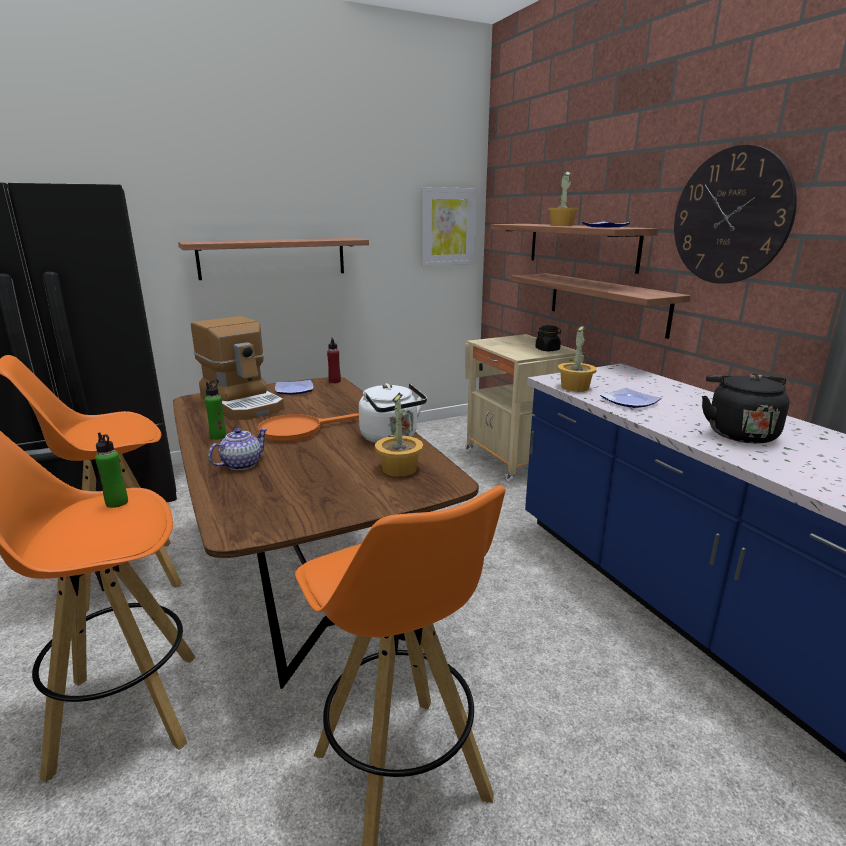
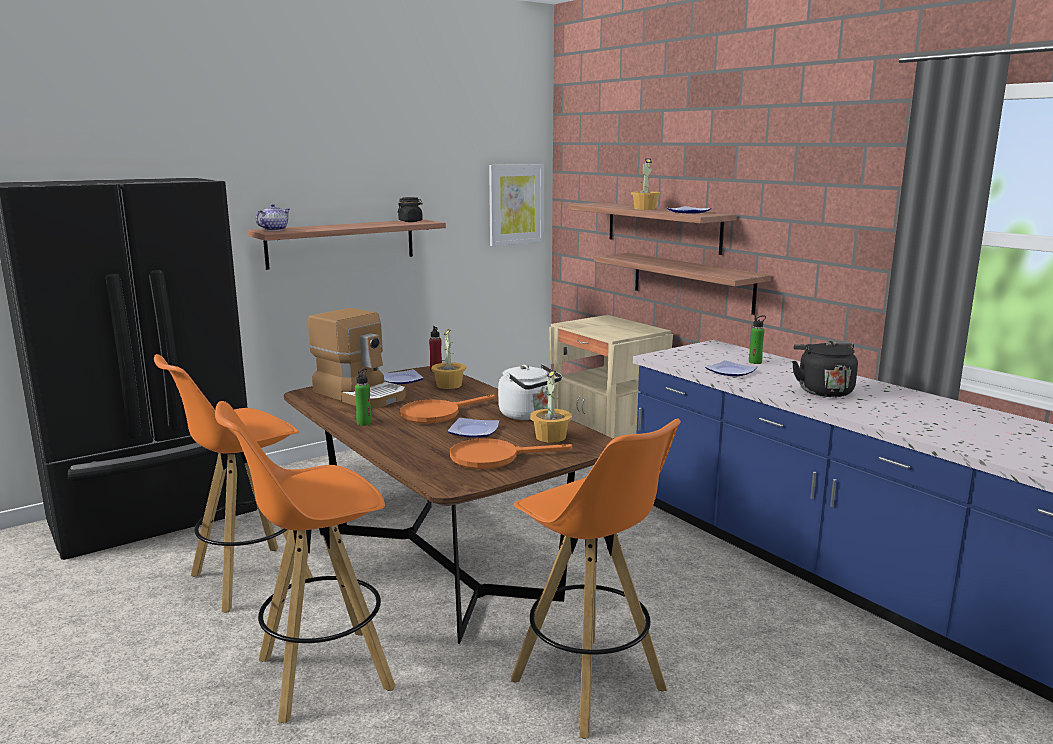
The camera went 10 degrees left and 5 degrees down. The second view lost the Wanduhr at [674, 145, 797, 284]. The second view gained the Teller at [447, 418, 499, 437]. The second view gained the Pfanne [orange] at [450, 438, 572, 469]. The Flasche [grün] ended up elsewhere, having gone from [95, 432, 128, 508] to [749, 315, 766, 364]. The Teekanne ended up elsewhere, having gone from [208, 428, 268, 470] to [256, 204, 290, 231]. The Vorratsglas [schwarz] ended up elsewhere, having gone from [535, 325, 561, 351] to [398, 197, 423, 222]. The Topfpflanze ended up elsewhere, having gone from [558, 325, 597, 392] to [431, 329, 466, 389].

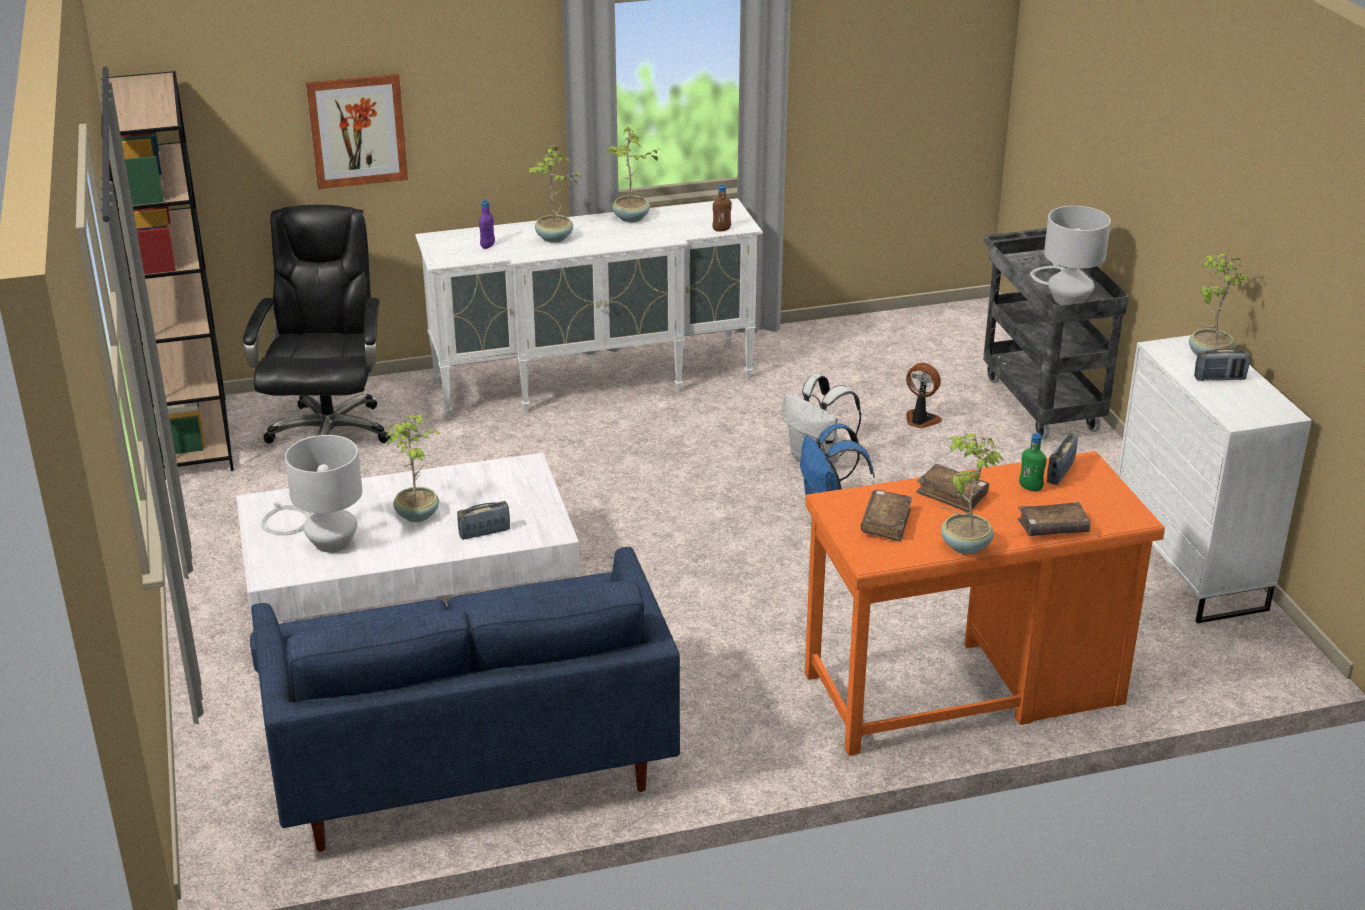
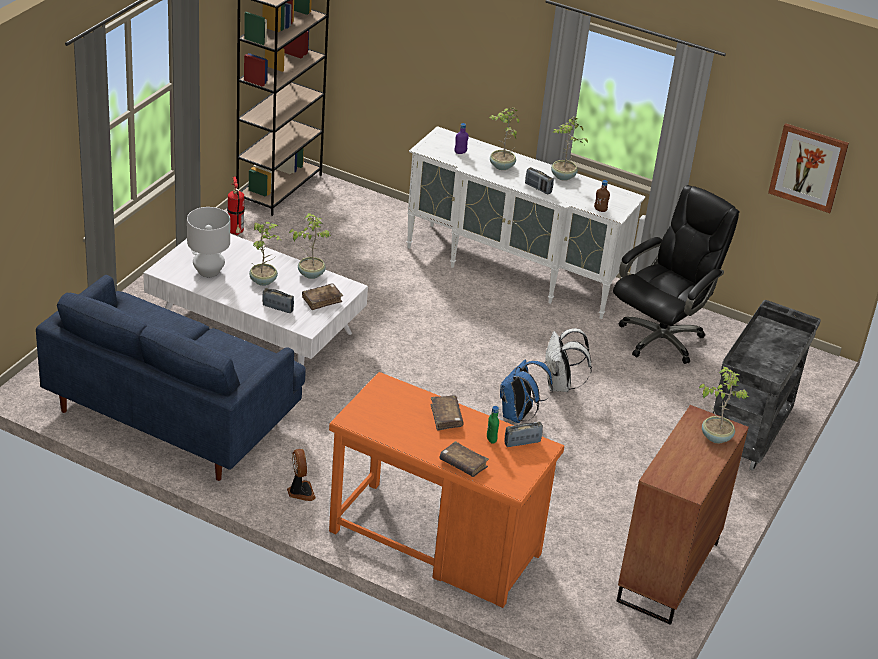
The camera went 40 degrees right and 5 degrees up. The second view lost the Tischlampe [grau] at [1030, 206, 1111, 305]. The second view gained the Feuerlöscher at [227, 176, 245, 235]. The Bürostuhl [schwarz] ended up elsewhere, having gone from [243, 205, 390, 443] to [613, 185, 740, 364]. The Bild ended up elsewhere, having gone from [306, 74, 408, 189] to [768, 123, 849, 213]. The Buch [braun] ended up elsewhere, having gone from [861, 490, 912, 542] to [302, 283, 343, 310]. The Ventilator ended up elsewhere, having gone from [906, 363, 942, 428] to [287, 449, 316, 501]. The Topfpflanze ended up elsewhere, having gone from [941, 434, 1003, 554] to [289, 213, 331, 279]. The Radio ended up elsewhere, having gone from [1194, 348, 1251, 381] to [525, 167, 554, 195]. What was the Kommode [weiß] at [1118, 335, 1312, 623] turned into the Kommode [braun] at [616, 405, 749, 625].

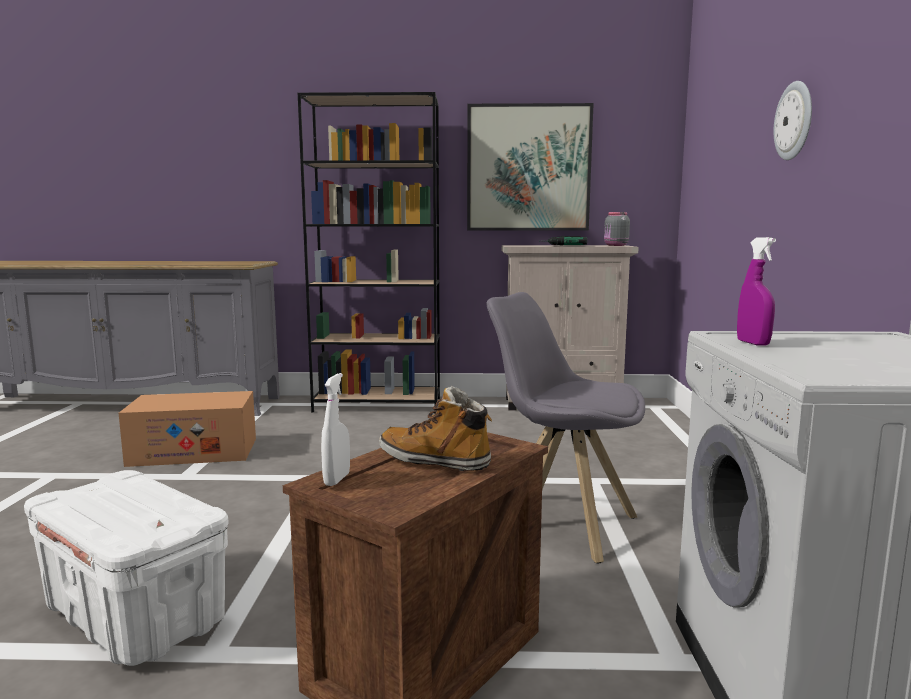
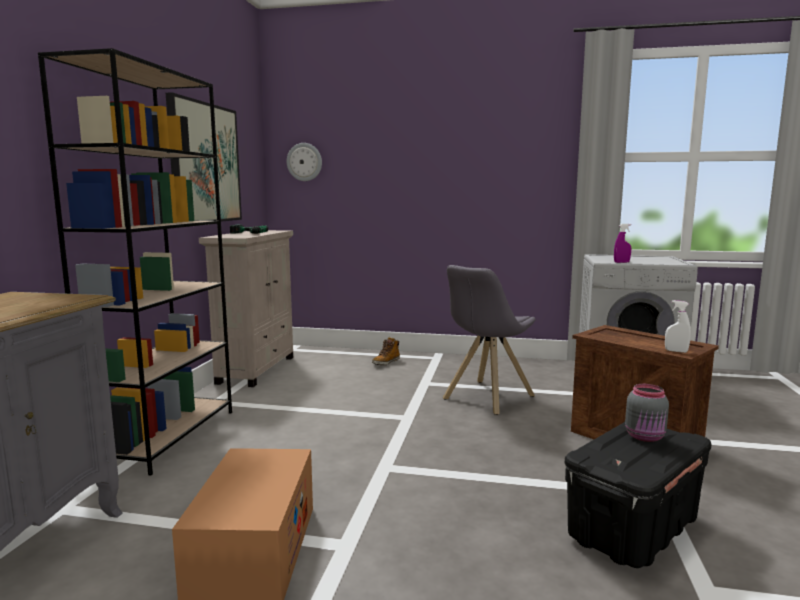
The camera went 80 degrees left and 0 degrees up. The Stiefel ended up elsewhere, having gone from [379, 386, 492, 471] to [372, 337, 400, 365]. The Vorratsglas [grau] ended up elsewhere, having gone from [604, 212, 630, 246] to [625, 384, 669, 442]. The Wanduhr ended up elsewhere, having gone from [774, 81, 812, 160] to [287, 143, 322, 181]. What was the Aufbewahrungsbox [weiß] at [24, 470, 228, 666] turned into the Aufbewahrungsbox [schwarz] at [565, 421, 711, 568].

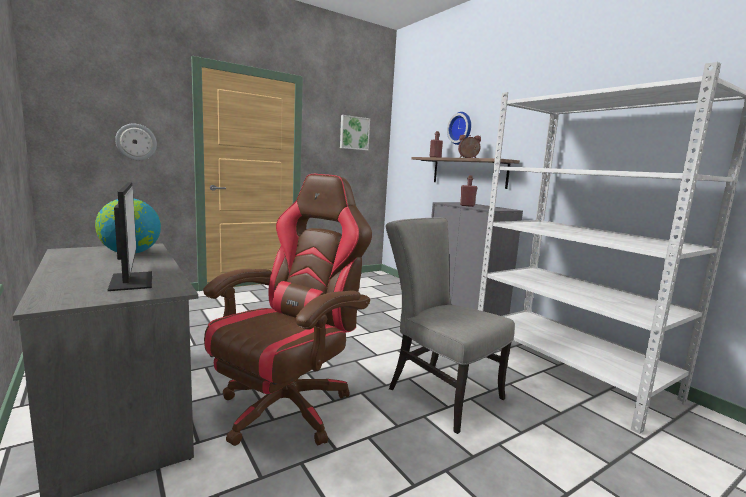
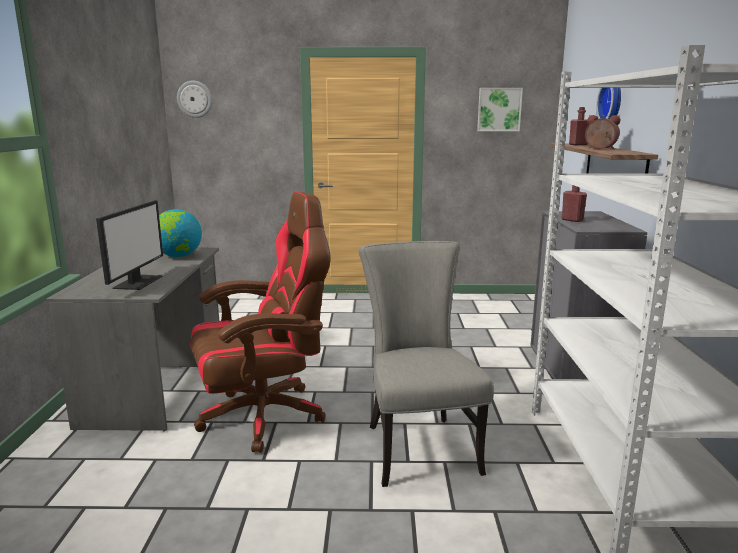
The camera went 35 degrees right and 5 degrees up. The Wanduhr ended up elsewhere, having gone from [115, 123, 157, 160] to [177, 81, 212, 118].

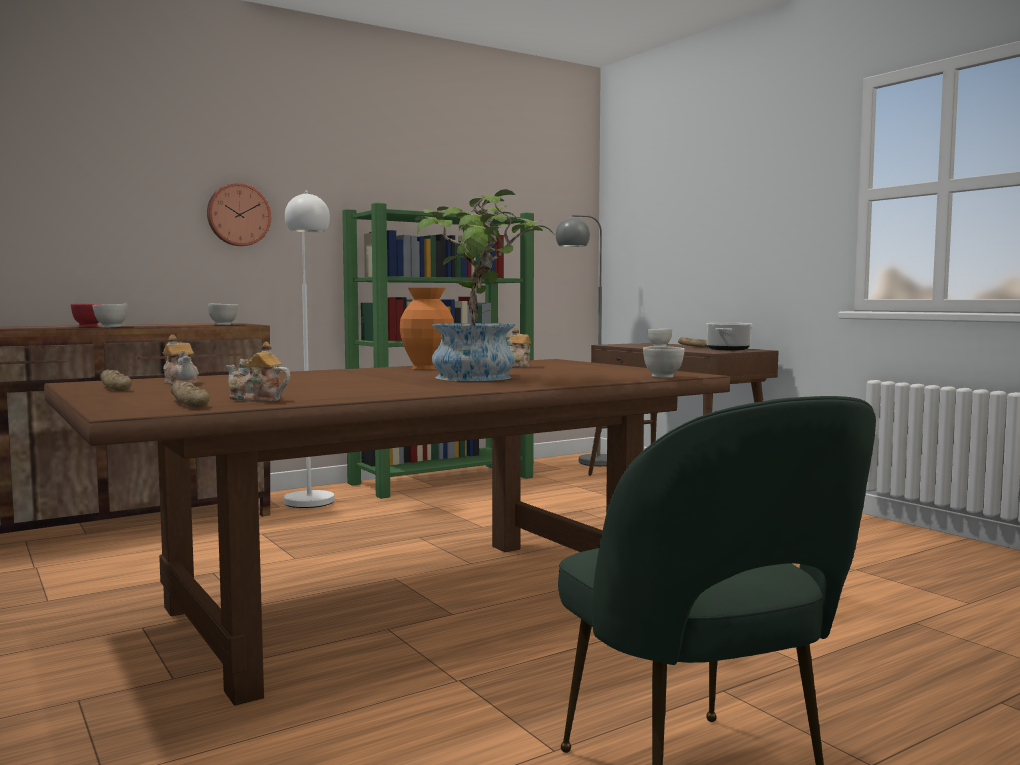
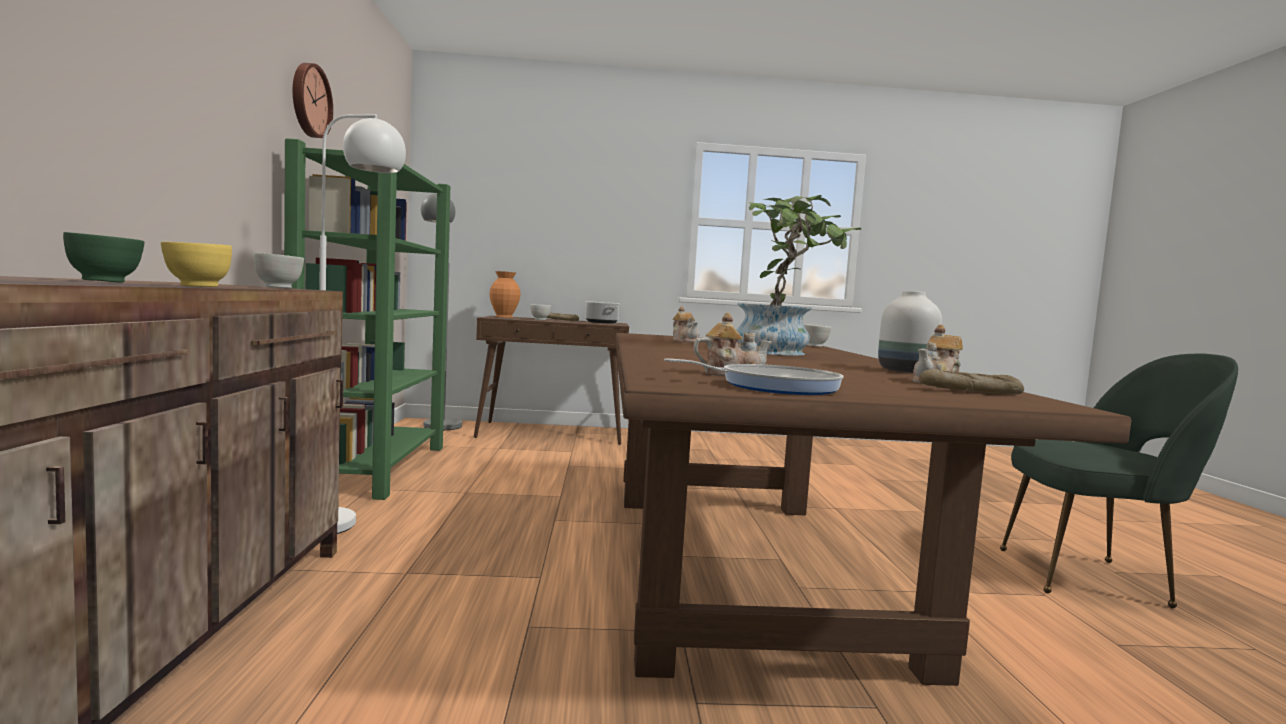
The camera went 60 degrees left and 0 degrees up. The second view gained the Vase [weiß] at [878, 291, 942, 373]. The Wanduhr ended up elsewhere, having gone from [207, 183, 271, 246] to [293, 63, 333, 138]. The Vase [orange] ended up elsewhere, having gone from [400, 288, 454, 370] to [489, 271, 520, 318]. Where the Brot stood at [100, 369, 132, 391], the Pfanne came to stand at [664, 359, 843, 395]. What was the Schüssel [rot] at [71, 304, 104, 327] turned into the Schüssel [grün] at [63, 232, 144, 283]. What was the Schüssel [weiß] at [92, 304, 127, 327] turned into the Schüssel [gelb] at [161, 242, 232, 287].

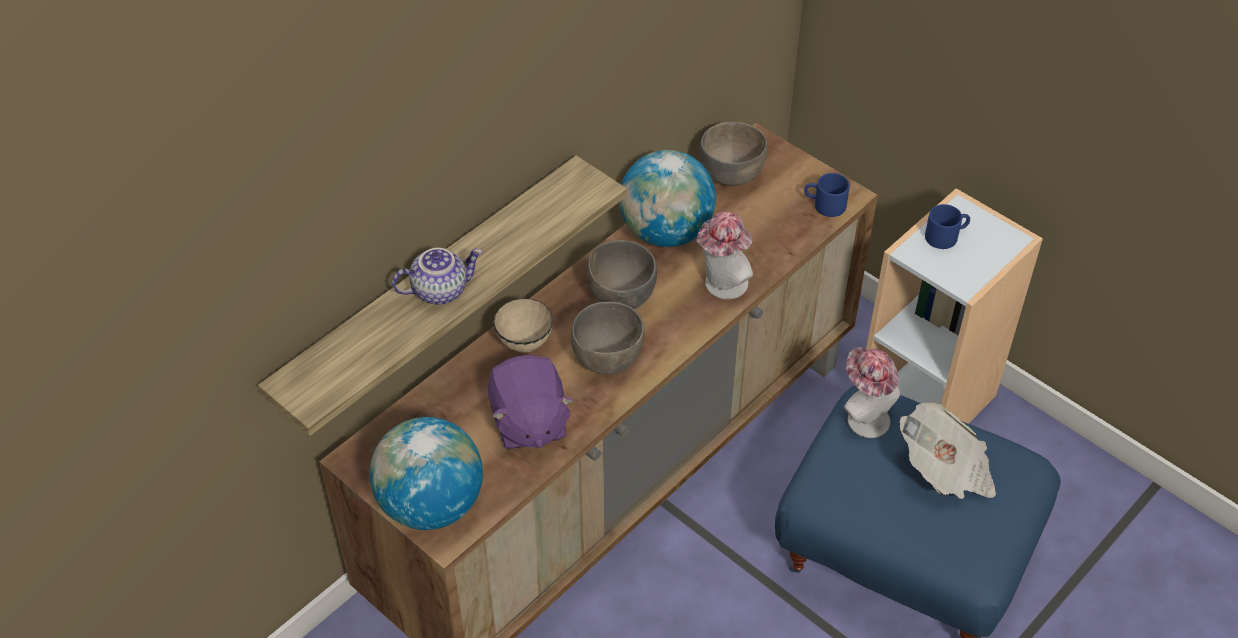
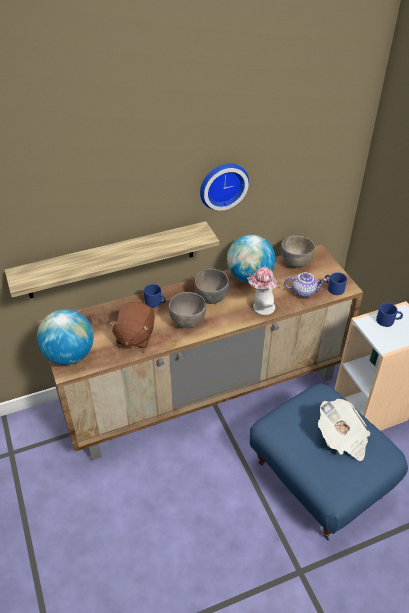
The camera went 25 degrees right and 5 degrees down. The second view lost the Hut at [844, 347, 900, 438]. The second view gained the Wanduhr at [200, 164, 249, 210]. The Teekanne ended up elsewhere, having gone from [392, 248, 483, 305] to [284, 272, 327, 298]. Where the Schüssel [beige] stood at [494, 298, 553, 353], the Henkelbecher [blau] came to stand at [144, 284, 166, 307]. What was the Plüschtier [lila] at [488, 355, 574, 449] turned into the Plüschtier [braun] at [109, 302, 155, 348].

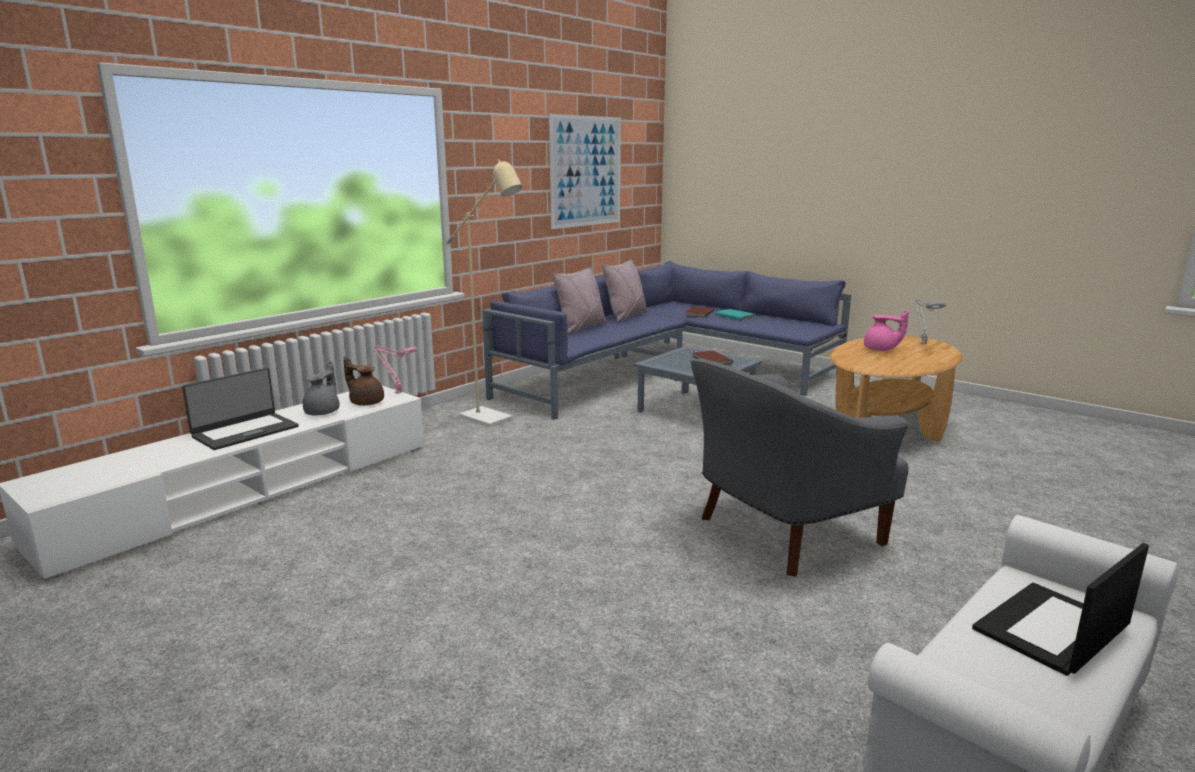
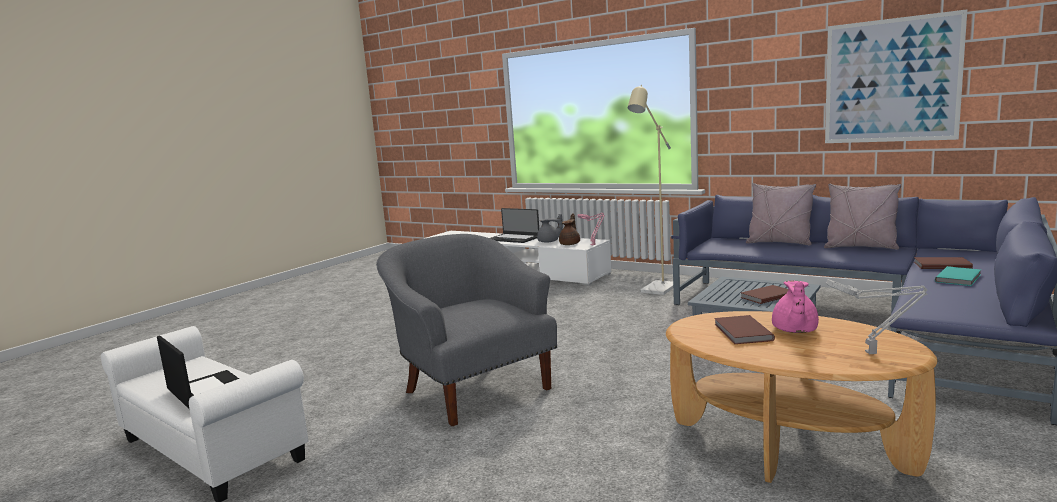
The camera went 85 degrees right and 5 degrees down. The second view gained the Buch [braun] at [714, 315, 775, 344].

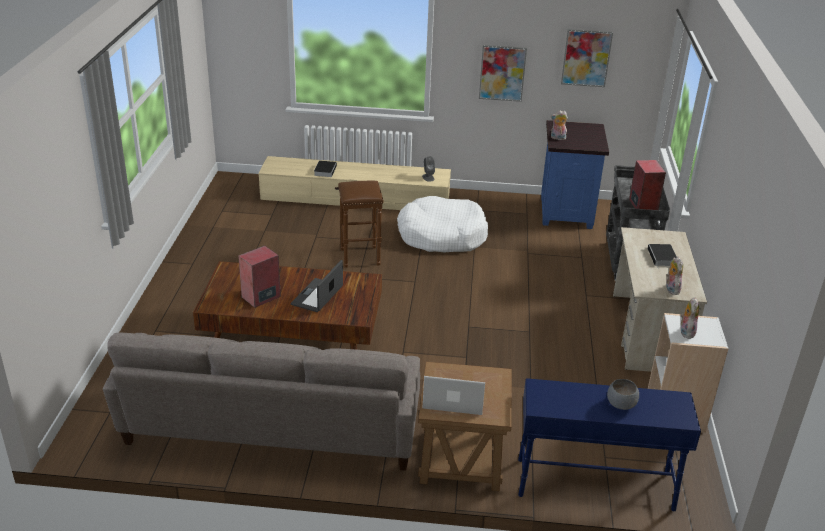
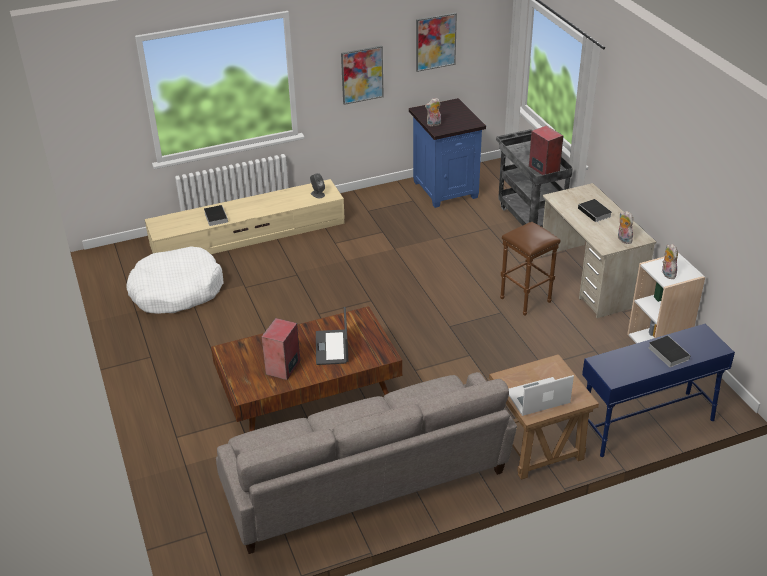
The camera went 25 degrees left and 5 degrees up. The Hocker [braun] ended up elsewhere, having gone from [338, 181, 384, 268] to [500, 222, 560, 316]. The Hundebett [weiß] ended up elsewhere, having gone from [397, 196, 488, 252] to [126, 246, 224, 314]. Where the Schüssel [grau] stood at [607, 379, 639, 410], the Buch came to stand at [648, 336, 691, 367].

